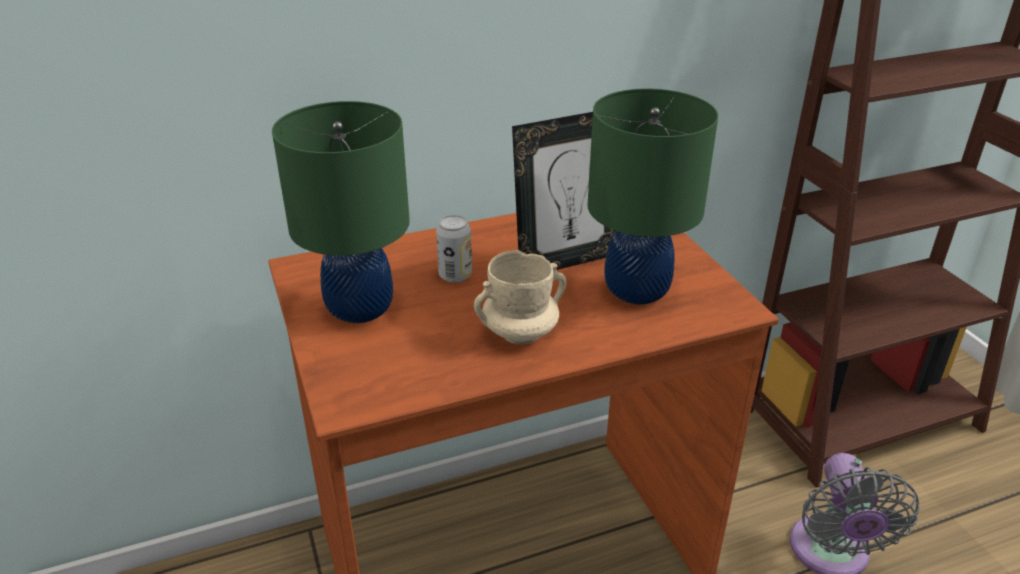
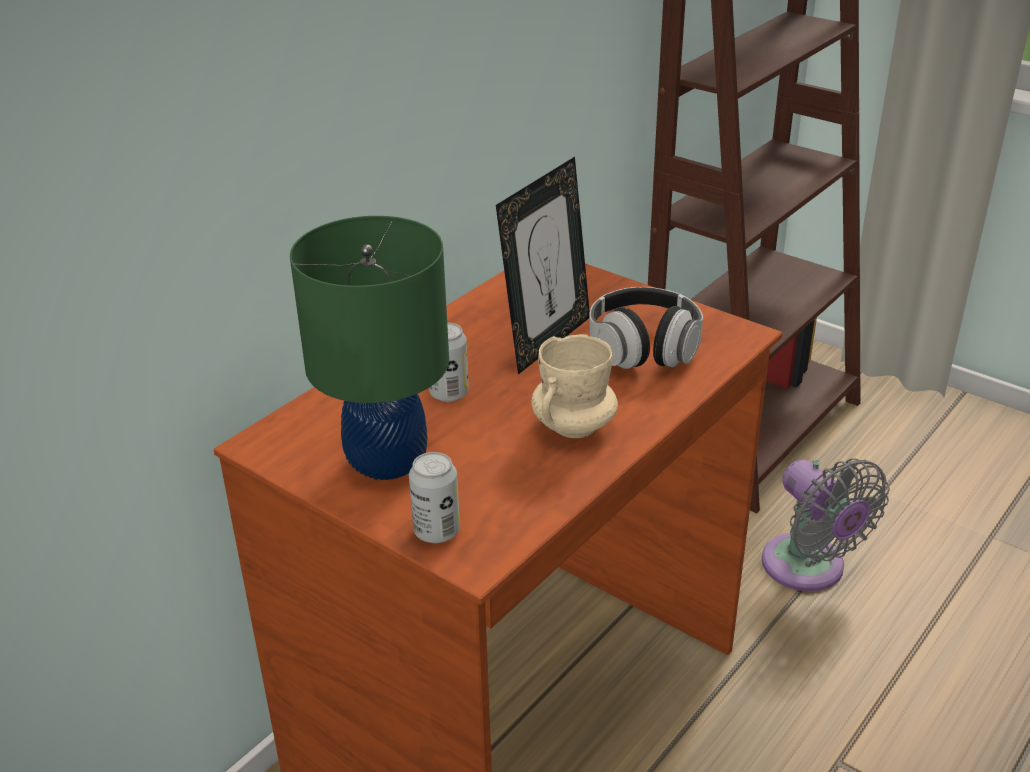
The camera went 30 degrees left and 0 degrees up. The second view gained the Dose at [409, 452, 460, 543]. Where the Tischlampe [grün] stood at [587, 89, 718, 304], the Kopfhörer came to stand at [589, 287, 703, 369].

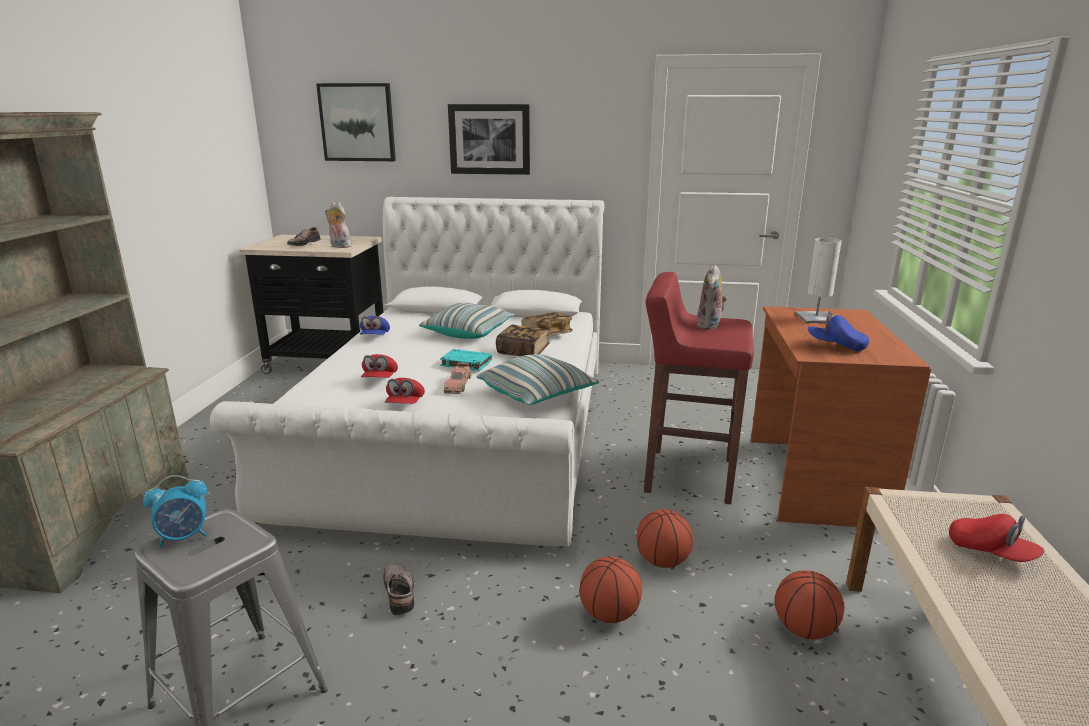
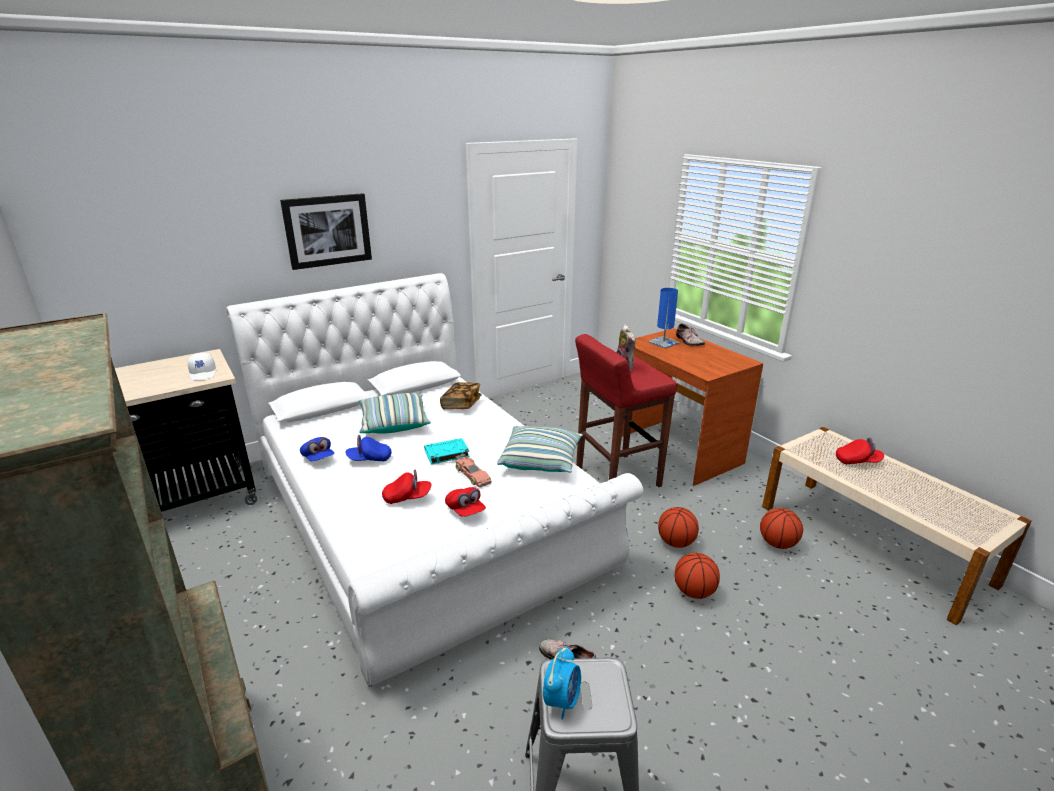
The camera went 40 degrees left and 5 degrees up. The second view lost the Bild at [316, 83, 396, 161]. The second view lost the Buch at [496, 325, 550, 356]. The Schuh ended up elsewhere, having gone from [287, 227, 320, 246] to [676, 324, 705, 346]. The Kappe [blau] ended up elsewhere, having gone from [808, 311, 869, 351] to [346, 435, 391, 461]. Where the Plüschtier stood at [325, 202, 353, 248], the Kappe [weiß] came to stand at [188, 353, 216, 381]. What was the Tischlampe [weiß] at [795, 238, 842, 323] turned into the Tischlampe [blau] at [648, 288, 680, 349]. The Kappe [rot] at [361, 354, 398, 378] ended up facing another way, 60 degrees counterclockwise from before.

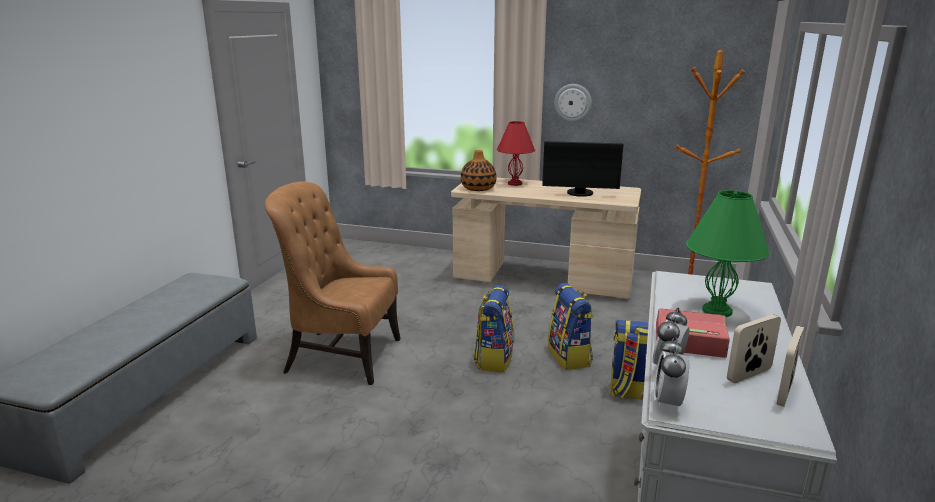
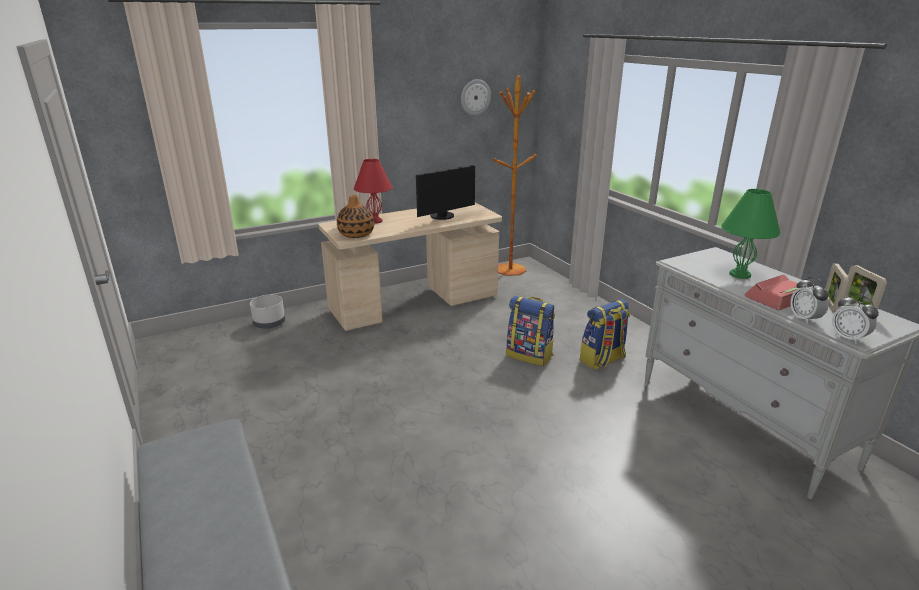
The camera went 45 degrees left and 5 degrees up. The second view lost the Stuhl [braun] at [265, 181, 401, 385]. The second view lost the Rucksack at [474, 285, 515, 372]. The second view gained the Pflanzkübel [grau] at [250, 295, 285, 329]. The Wanduhr ended up elsewhere, having gone from [554, 84, 592, 122] to [461, 79, 491, 115].

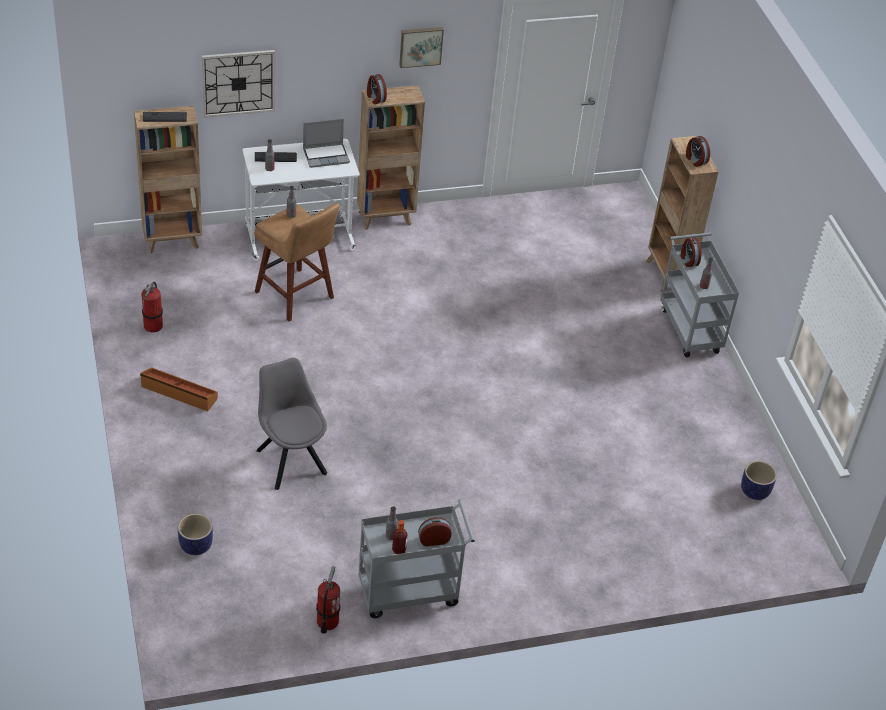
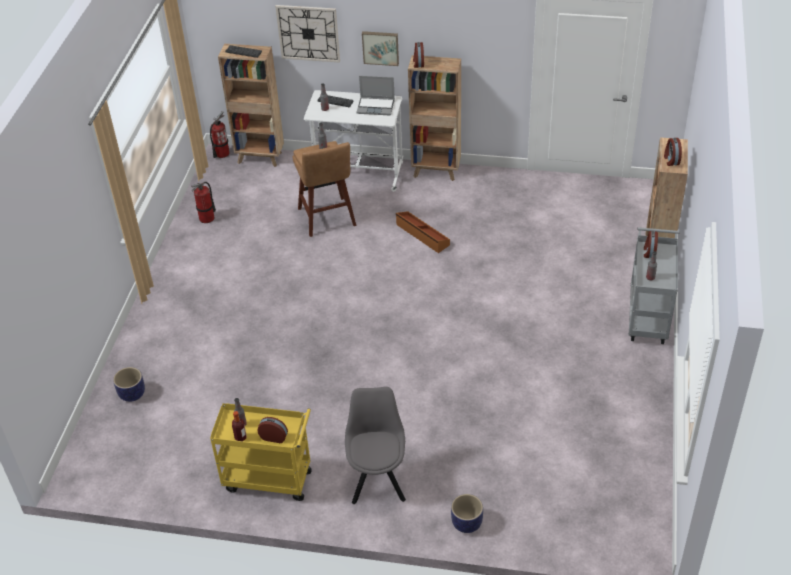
The camera went 30 degrees right and 0 degrees up. The Aufbewahrungsbox [braun] ended up elsewhere, having gone from [140, 367, 218, 411] to [396, 211, 450, 253]. The Stuhl [grau] ended up elsewhere, having gone from [257, 358, 327, 490] to [345, 387, 406, 505]. The Feuerlöscher ended up elsewhere, having gone from [316, 566, 340, 634] to [210, 111, 230, 158]. The Bild ended up elsewhere, having gone from [399, 27, 444, 68] to [362, 31, 399, 66]. The Pflanzkübel ended up elsewhere, having gone from [741, 461, 777, 500] to [451, 494, 483, 533]. What was the Rollwagen [grau] at [359, 500, 475, 618] turned into the Rollwagen [gelb] at [210, 403, 312, 501].

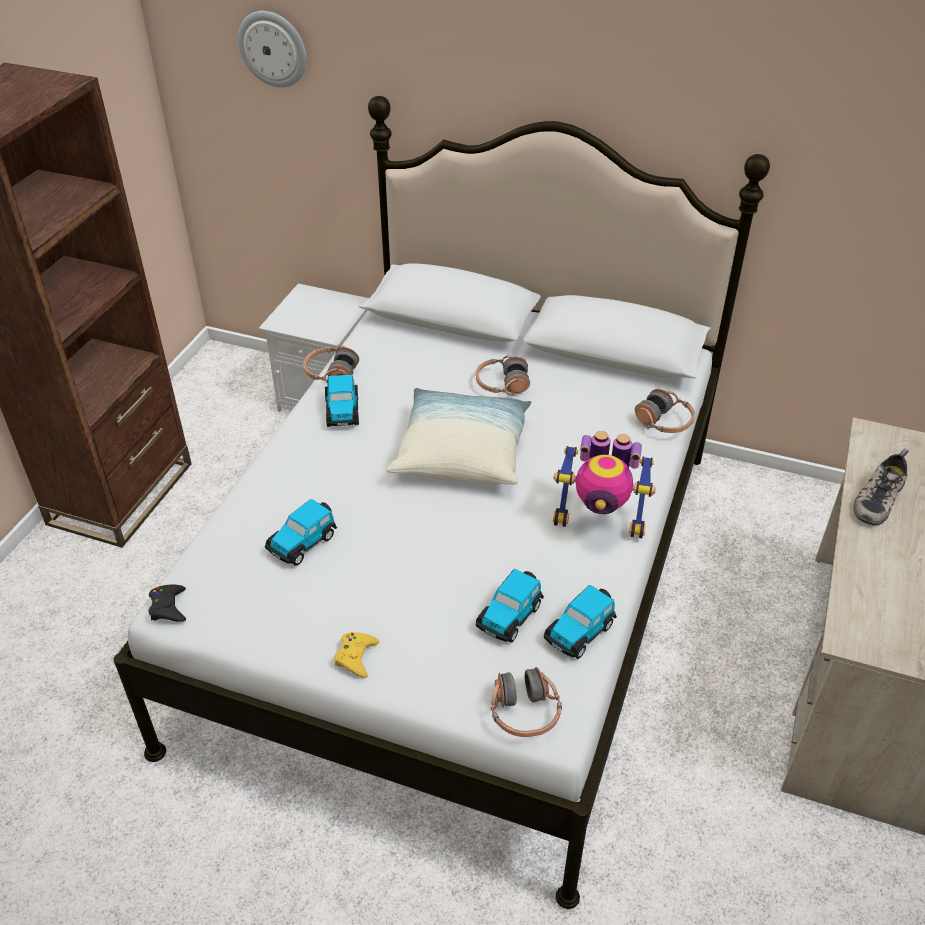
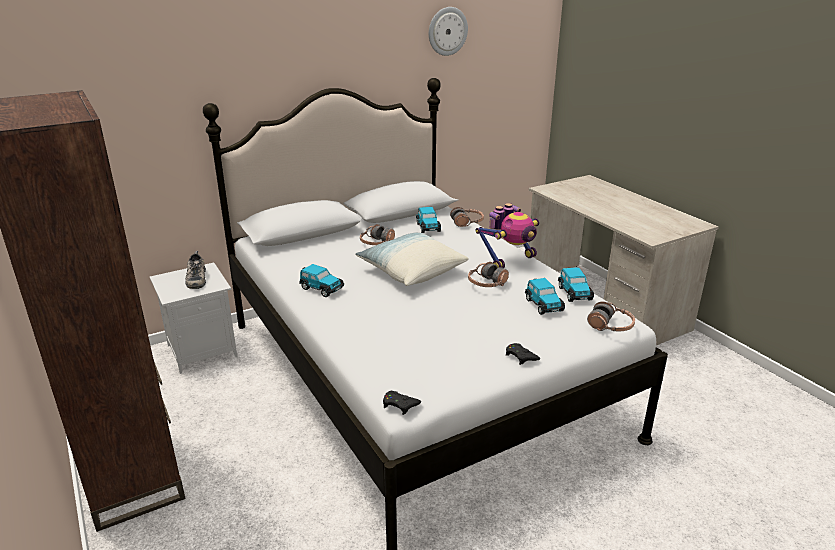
The camera went 50 degrees left and 15 degrees down. The Wanduhr ended up elsewhere, having gone from [238, 11, 307, 87] to [429, 7, 468, 56]. The Spielzeugauto ended up elsewhere, having gone from [265, 499, 337, 566] to [416, 207, 441, 233]. The Kopfhörer ended up elsewhere, having gone from [303, 345, 359, 382] to [468, 262, 509, 287]. The Schuh ended up elsewhere, having gone from [853, 449, 909, 526] to [185, 251, 206, 289]. What was the Gamepad [gelb] at [334, 632, 380, 678] turned into the Gamepad [schwarz] at [506, 343, 540, 365].

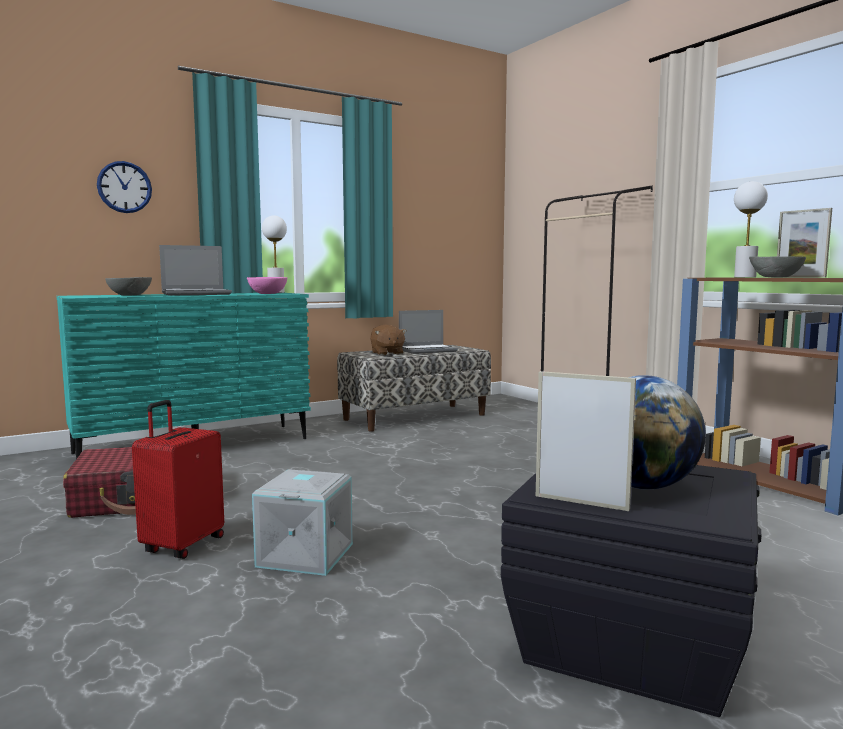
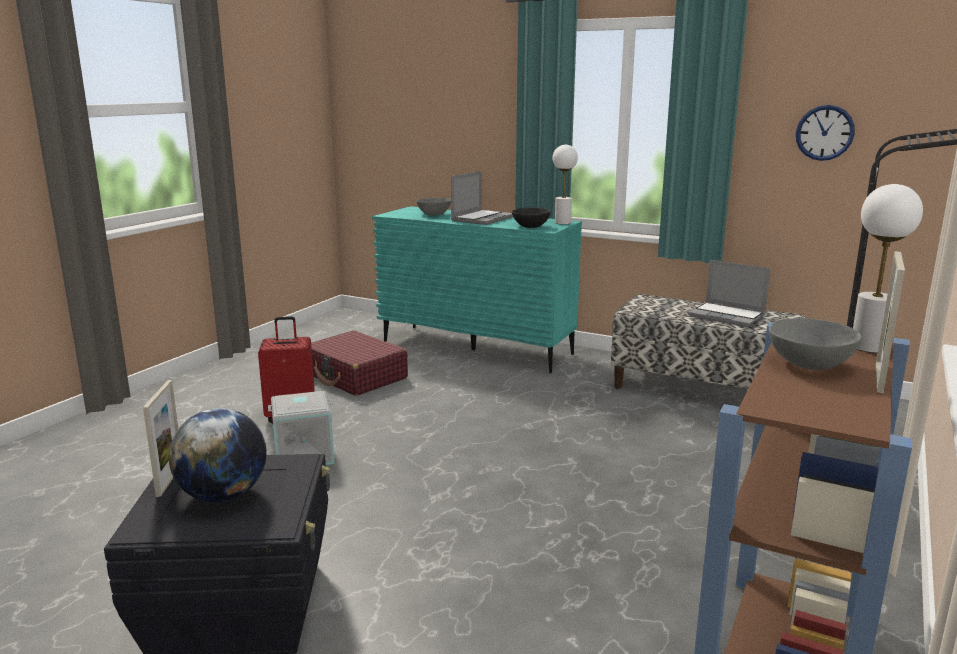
The camera went 60 degrees right and 10 degrees up. The second view lost the Plüschtier [braun] at [370, 324, 406, 355]. The Wanduhr ended up elsewhere, having gone from [97, 161, 152, 213] to [796, 105, 855, 161]. What was the Schüssel [rosa] at [247, 277, 287, 294] turned into the Schüssel [schwarz] at [512, 208, 551, 228]. The Laptop at [159, 245, 232, 296] ended up facing another way, 90 degrees counterclockwise from before.

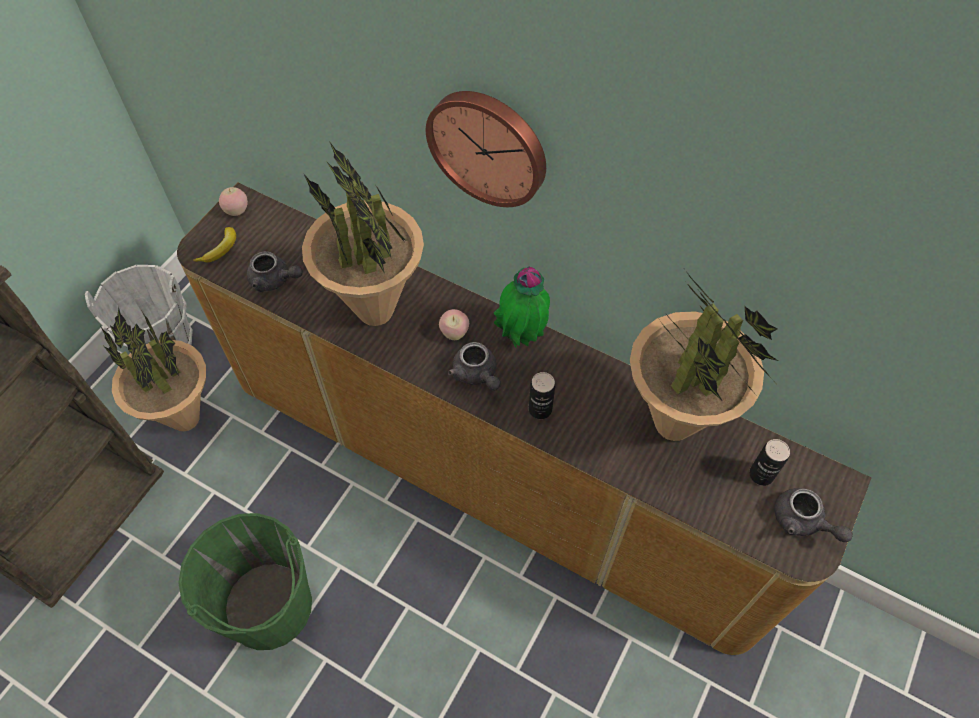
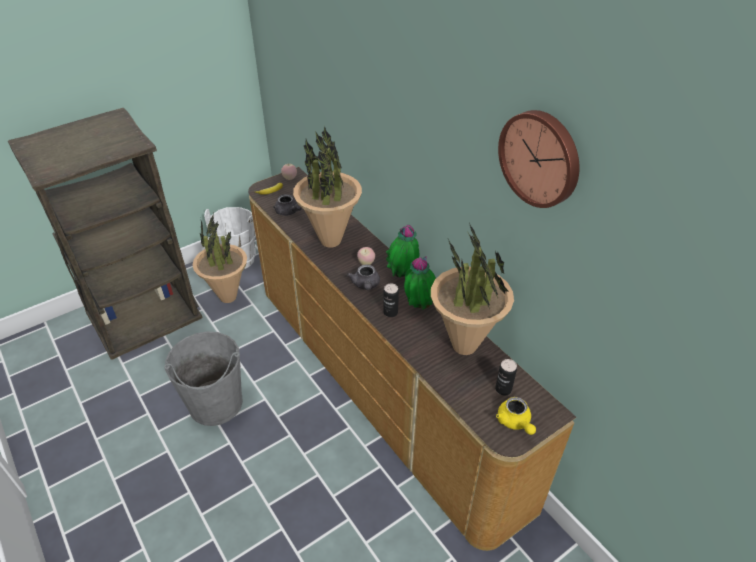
The camera went 25 degrees right and 15 degrees down. The second view gained the Topfpflanze at [404, 256, 436, 310]. The Wanduhr ended up elsewhere, having gone from [426, 91, 546, 207] to [498, 110, 580, 208]. What was the Eimer [grün] at [178, 513, 312, 650] turned into the Eimer [grau] at [164, 331, 243, 426]. What was the Teekanne [grau] at [774, 488, 853, 542] turned into the Teekanne [gelb] at [496, 397, 536, 435].

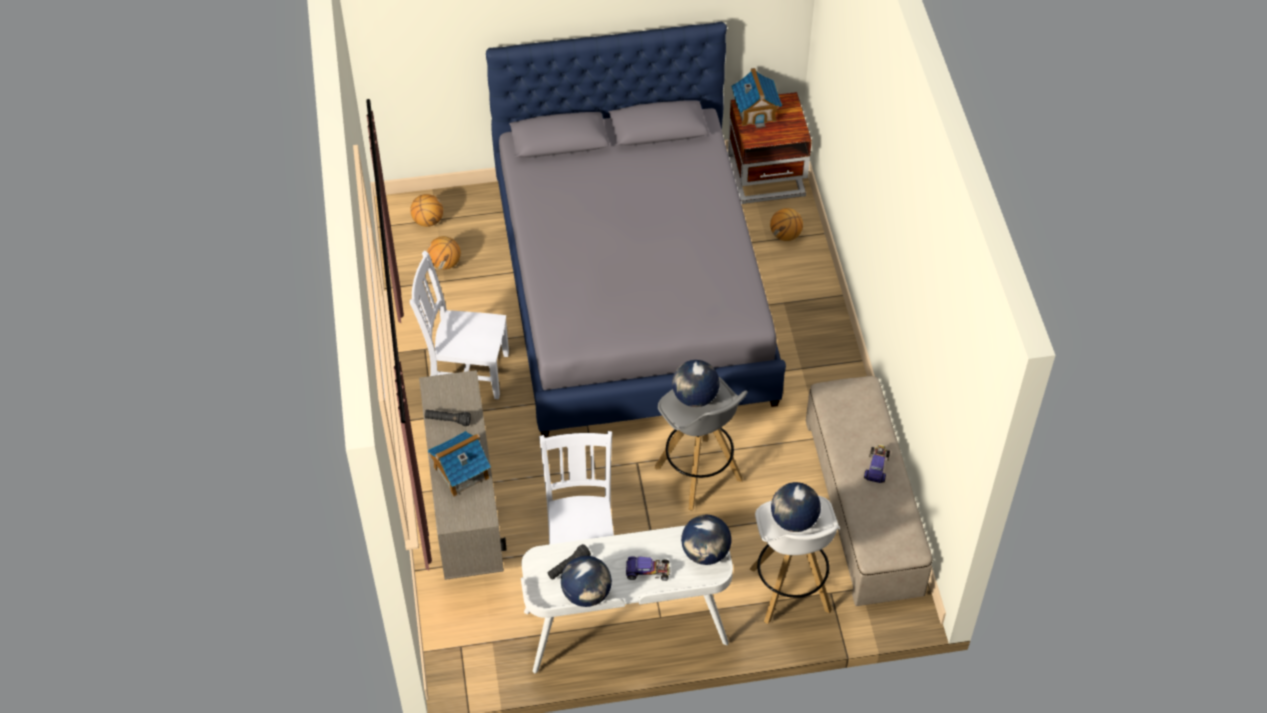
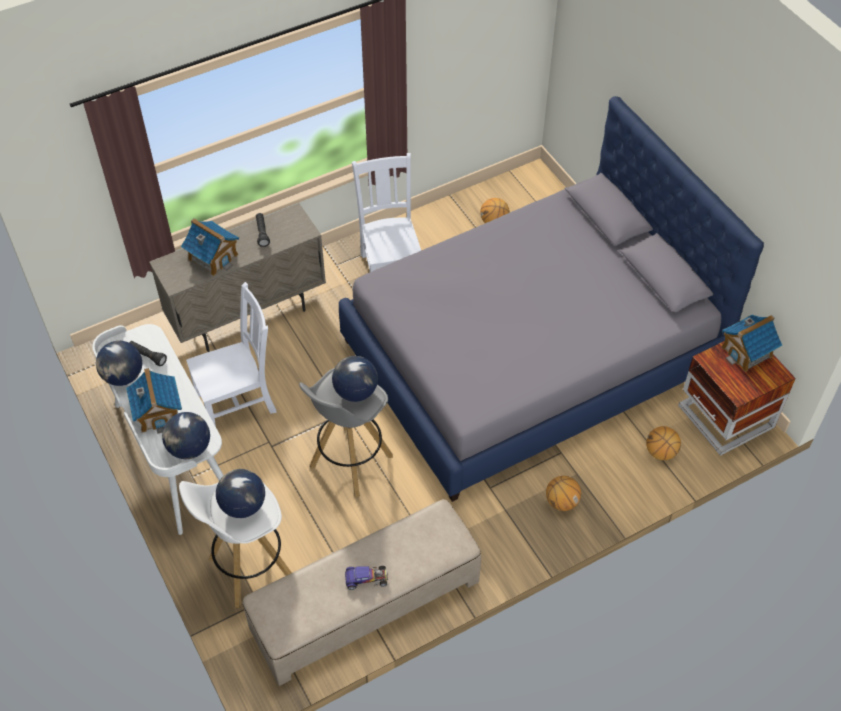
The camera went 70 degrees right and 0 degrees up. The Basketball ended up elsewhere, having gone from [410, 194, 443, 227] to [546, 476, 581, 511]. Where the Spielzeugauto stood at [626, 556, 670, 581], the Spielzeughaus came to stand at [126, 368, 182, 434].

